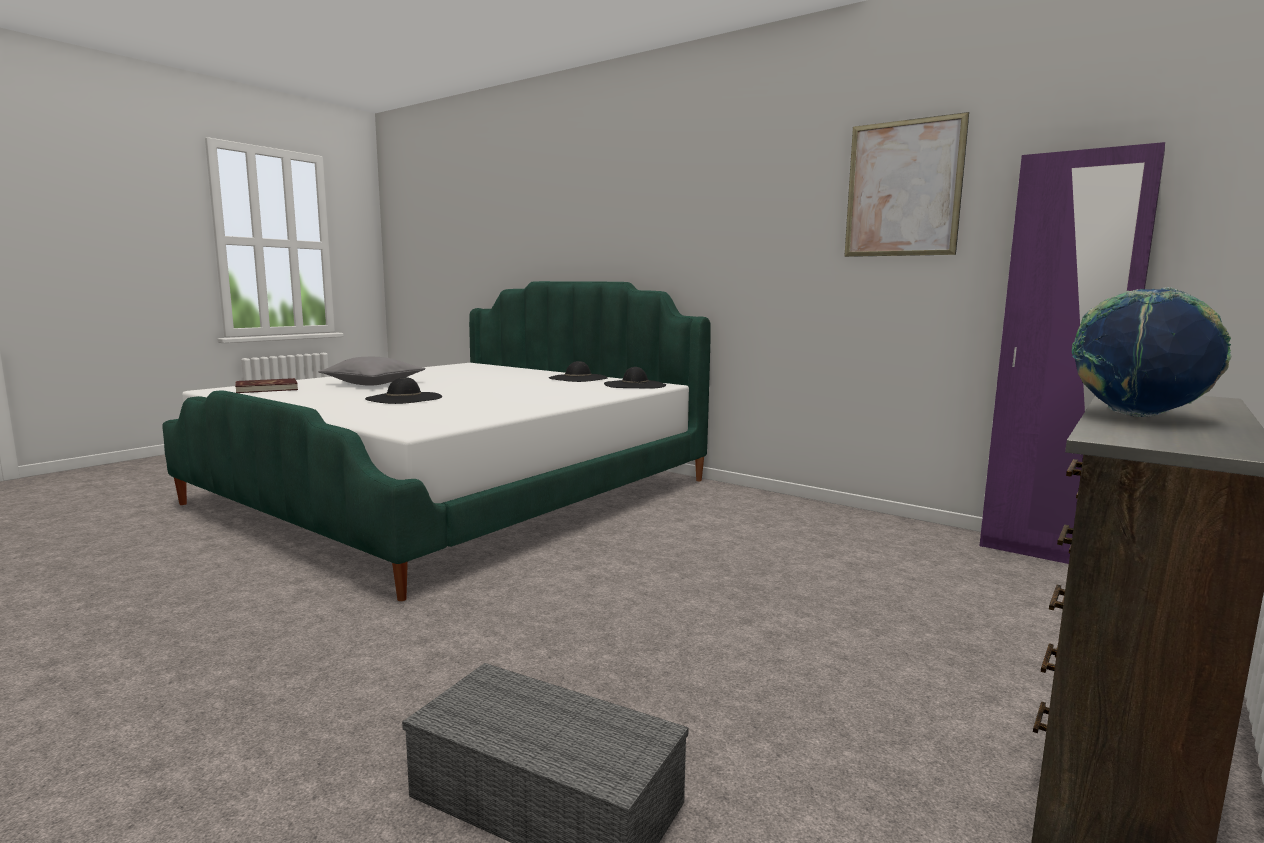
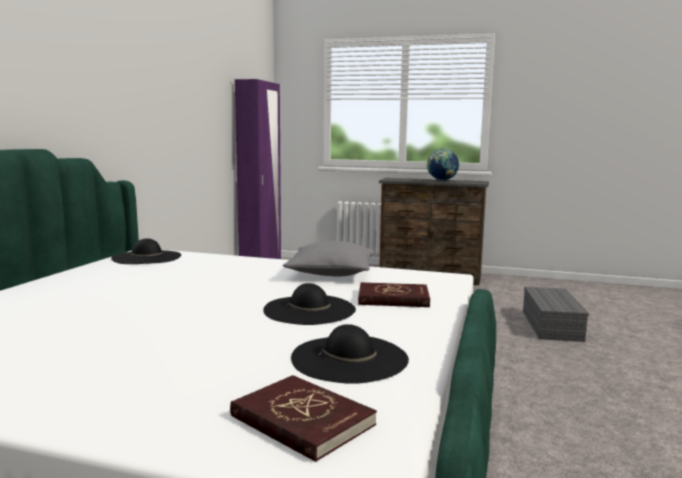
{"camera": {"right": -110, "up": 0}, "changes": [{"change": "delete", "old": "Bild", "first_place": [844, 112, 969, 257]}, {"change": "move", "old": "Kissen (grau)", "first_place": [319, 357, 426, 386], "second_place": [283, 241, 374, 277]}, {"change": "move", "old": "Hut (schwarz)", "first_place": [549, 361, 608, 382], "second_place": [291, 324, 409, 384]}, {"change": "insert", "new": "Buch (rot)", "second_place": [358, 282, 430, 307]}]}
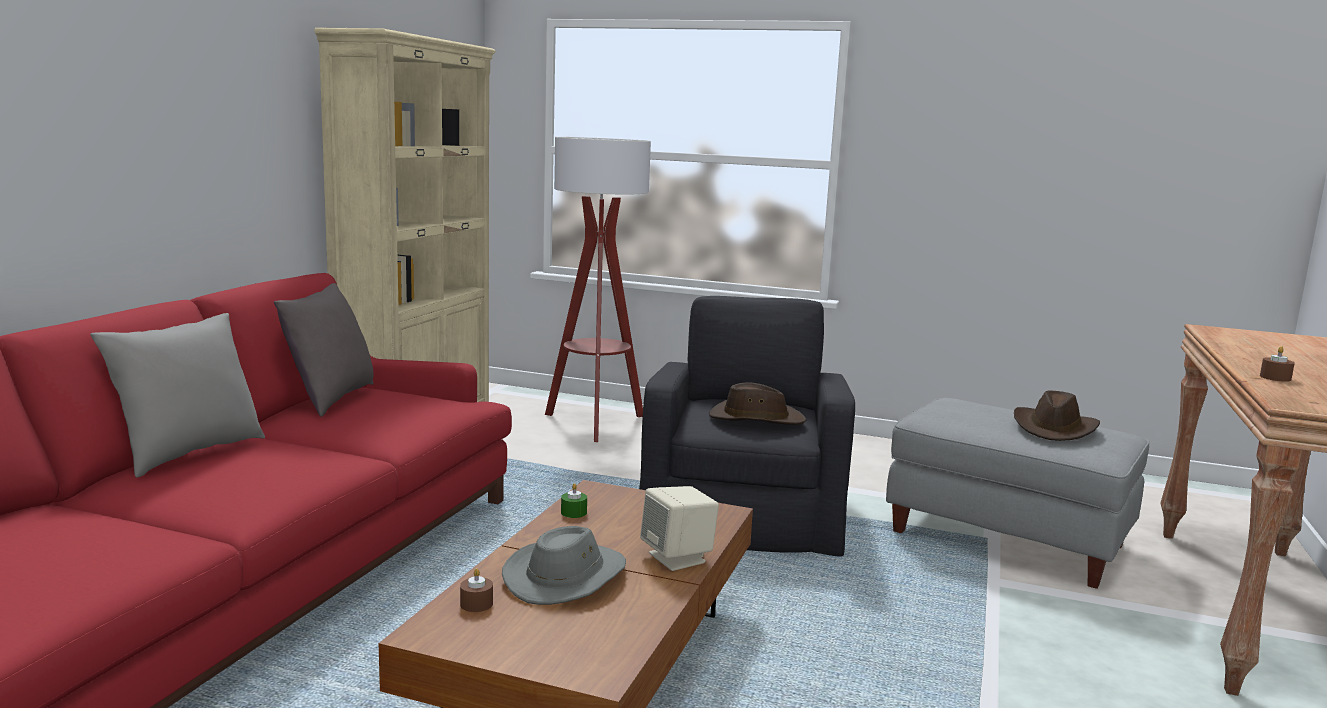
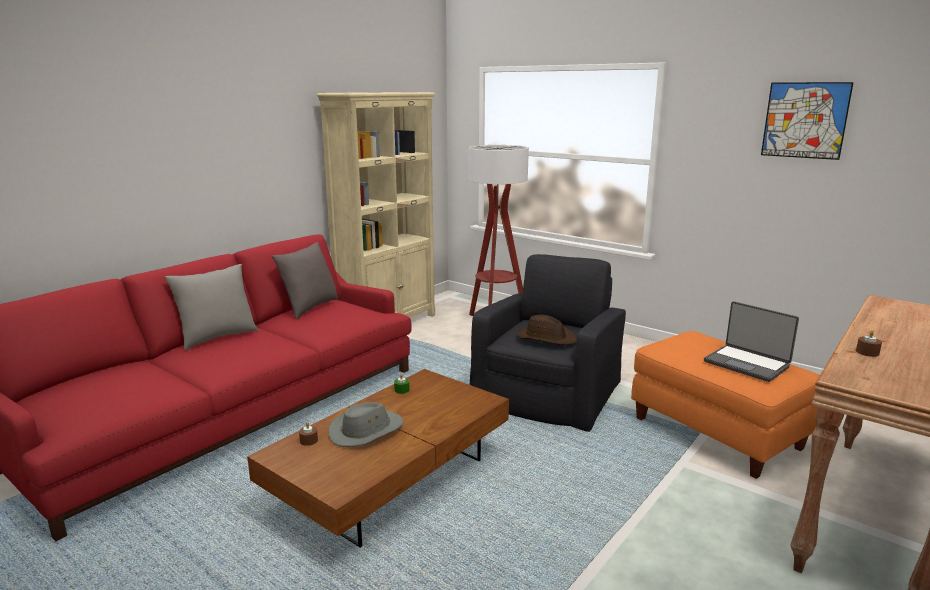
{"camera": {"right": 20, "up": 5}, "changes": [{"change": "replace", "old": "Hut (braun)", "new": "Laptop", "first_place": [1014, 391, 1100, 441], "second_place": [704, 301, 799, 382]}, {"change": "recolor", "old": "Polsterhocker (grau)", "new": "Polsterhocker (orange)", "first_place": [886, 398, 1149, 589], "second_place": [631, 331, 820, 479]}, {"change": "delete", "old": "Lautsprecher (beige)", "first_place": [640, 486, 719, 571]}, {"change": "insert", "new": "Bild", "second_place": [761, 82, 854, 160]}]}
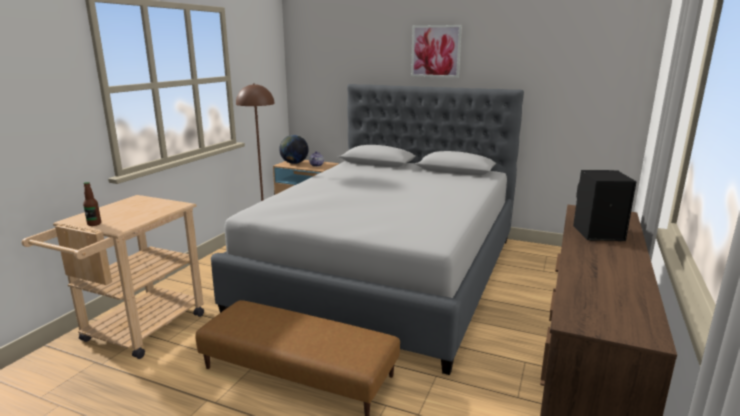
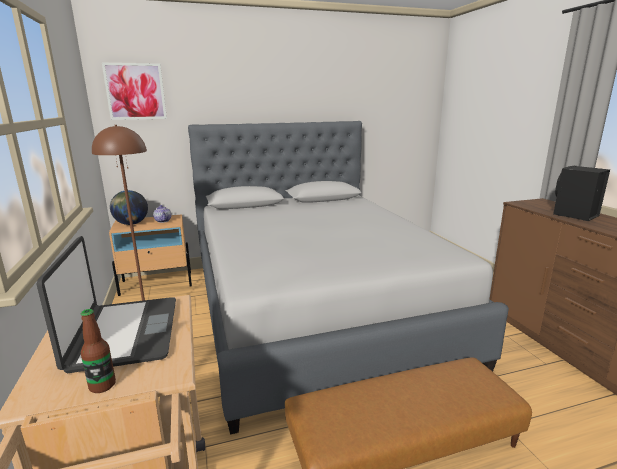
{"camera": {"right": -40, "up": 0}, "changes": [{"change": "move", "old": "Bild", "first_place": [411, 25, 462, 78], "second_place": [102, 63, 167, 120]}, {"change": "insert", "new": "Laptop", "second_place": [36, 236, 176, 373]}]}
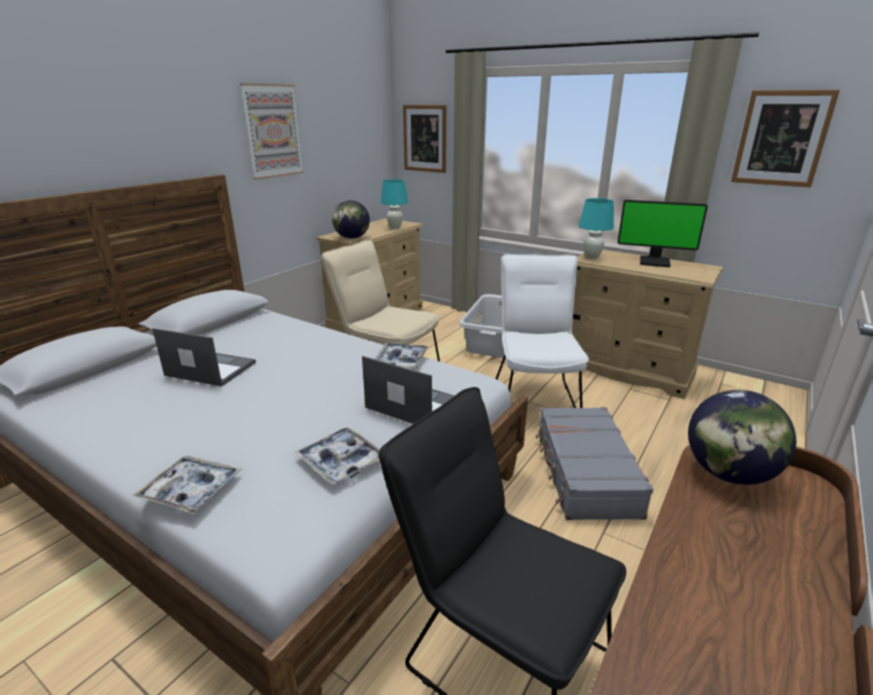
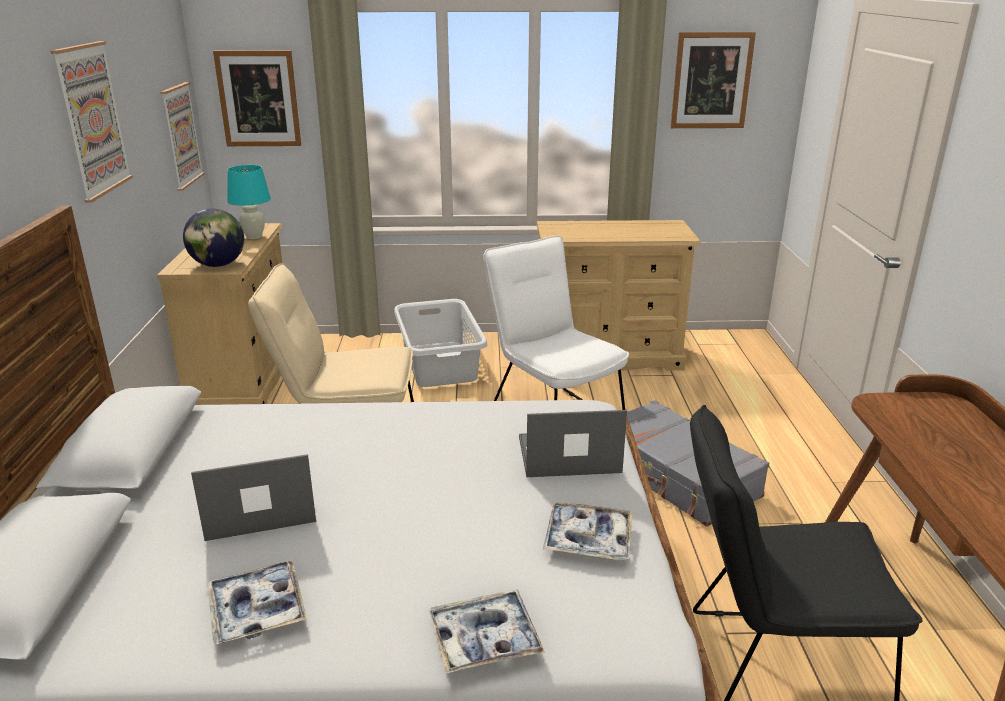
{"camera": {"right": -35, "up": 0}, "changes": [{"change": "delete", "old": "Tischlampe (türkis)", "first_place": [579, 198, 614, 259]}, {"change": "delete", "old": "Monitor", "first_place": [617, 200, 708, 267]}, {"change": "move", "old": "Tablett", "first_place": [375, 343, 429, 369], "second_place": [207, 561, 307, 645]}, {"change": "delete", "old": "Globus", "first_place": [688, 390, 796, 485]}, {"change": "insert", "new": "Bild", "second_place": [160, 82, 205, 191]}]}
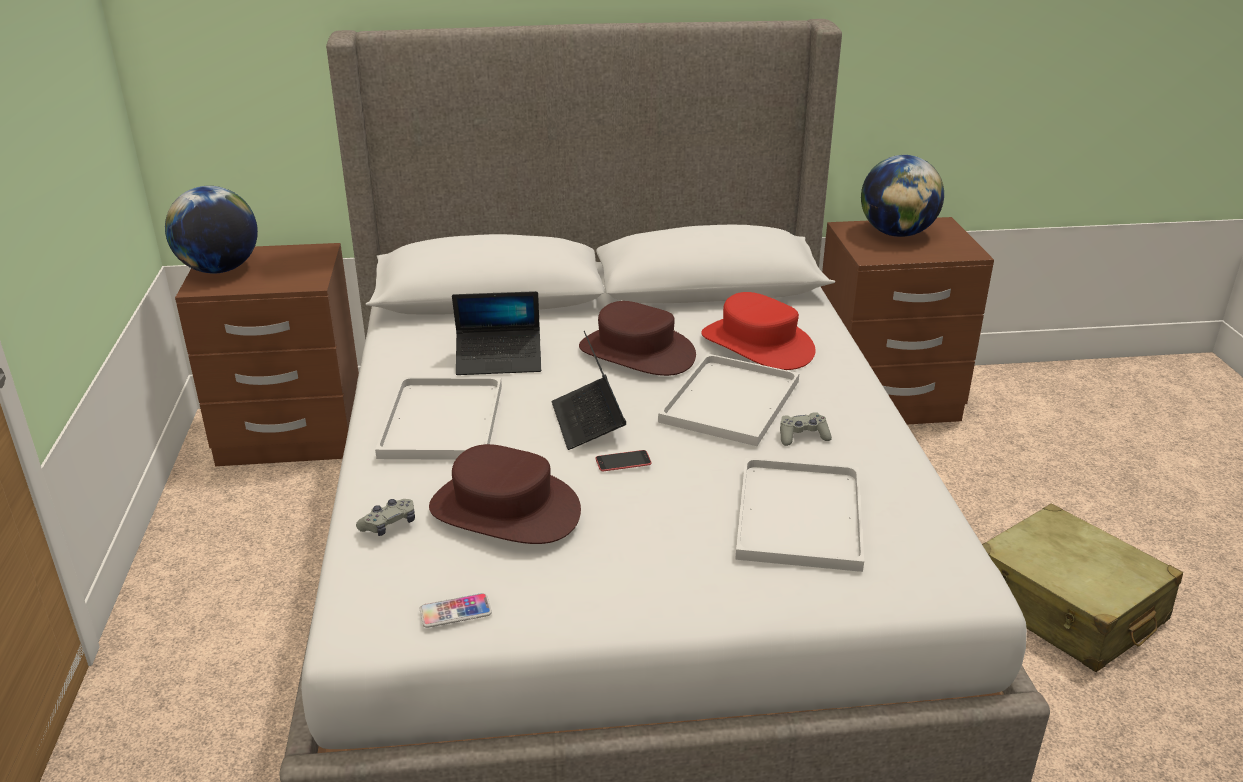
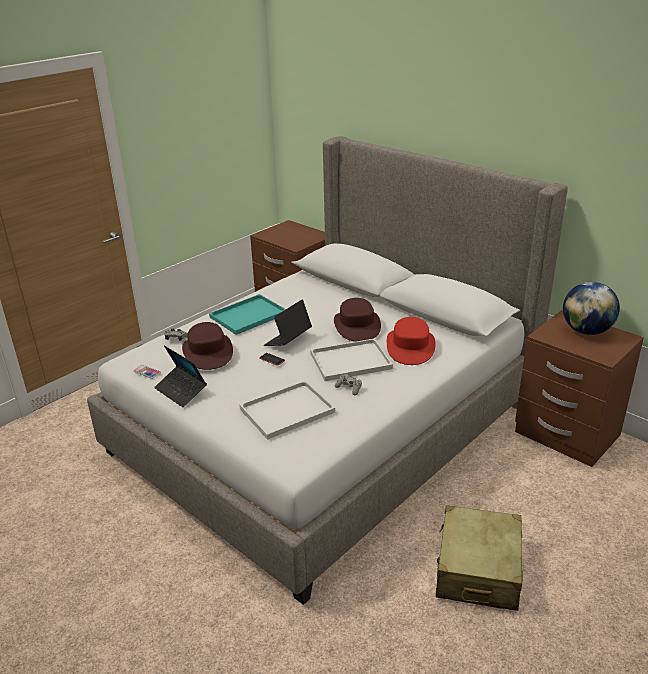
{"camera": {"right": 50, "up": 0}, "changes": [{"change": "delete", "old": "Globus", "first_place": [165, 186, 258, 273]}, {"change": "move", "old": "Laptop", "first_place": [452, 291, 541, 375], "second_place": [154, 345, 207, 407]}, {"change": "recolor", "old": "Tablett (weiß)", "new": "Tablett (türkis)", "first_place": [375, 377, 502, 460], "second_place": [209, 294, 286, 335]}]}
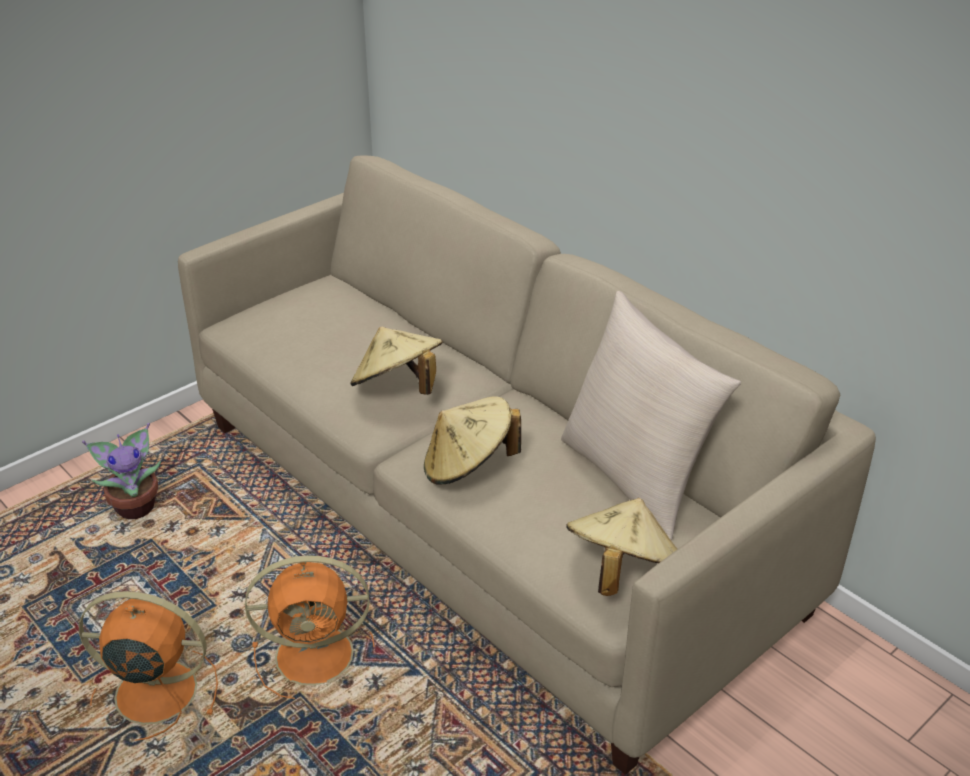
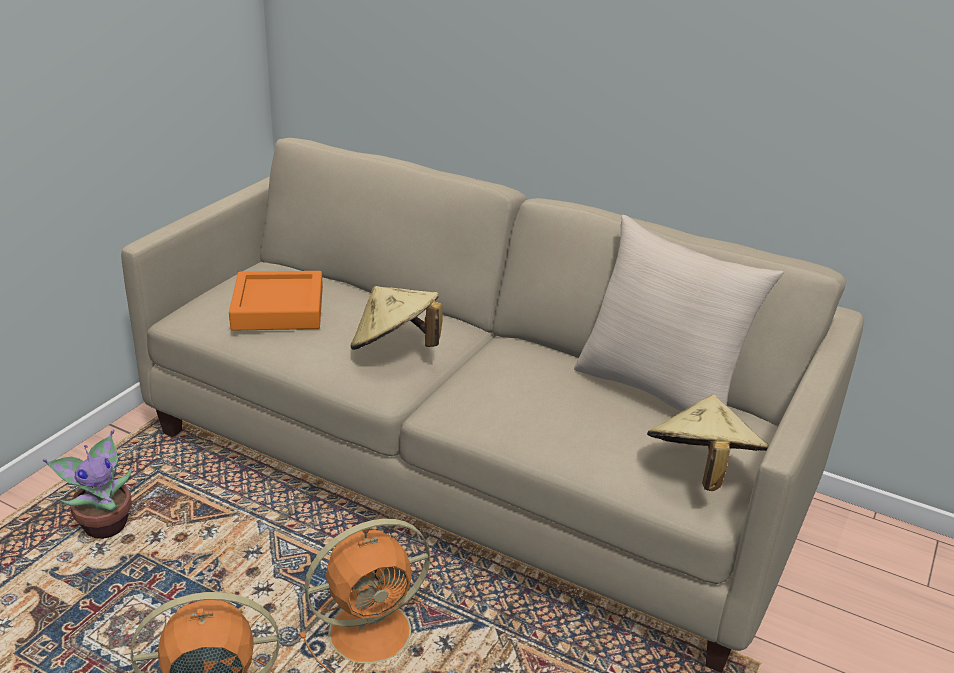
{"camera": {"right": -20, "up": -5}, "changes": [{"change": "delete", "old": "Hut (beige)", "first_place": [424, 397, 521, 485]}, {"change": "insert", "new": "Tablett (orange)", "second_place": [229, 271, 323, 331]}]}
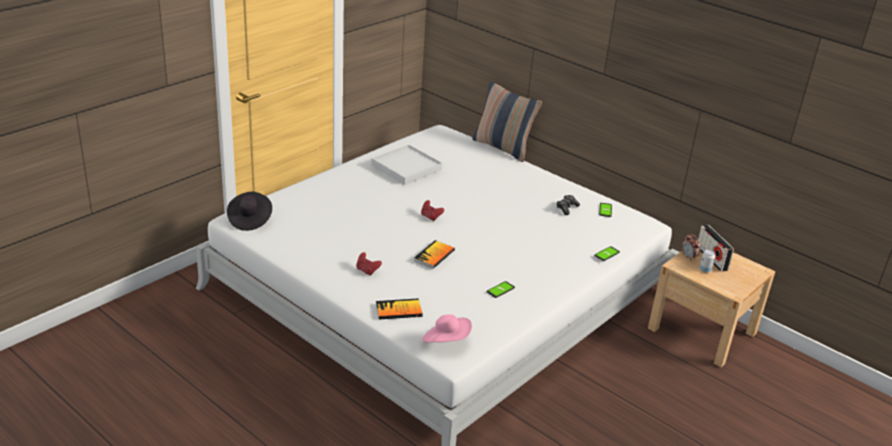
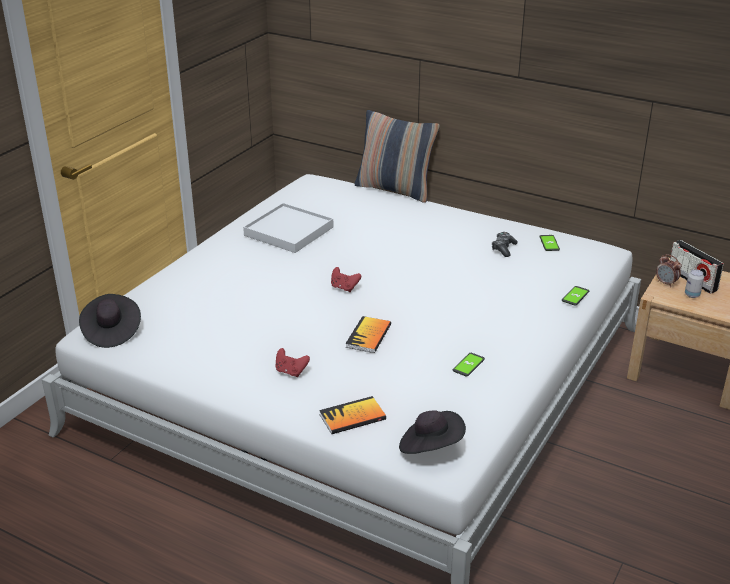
{"camera": {"right": -10, "up": 0}, "changes": [{"change": "recolor", "old": "Hut (rosa)", "new": "Hut (schwarz)", "first_place": [422, 315, 472, 343], "second_place": [399, 410, 466, 454]}]}
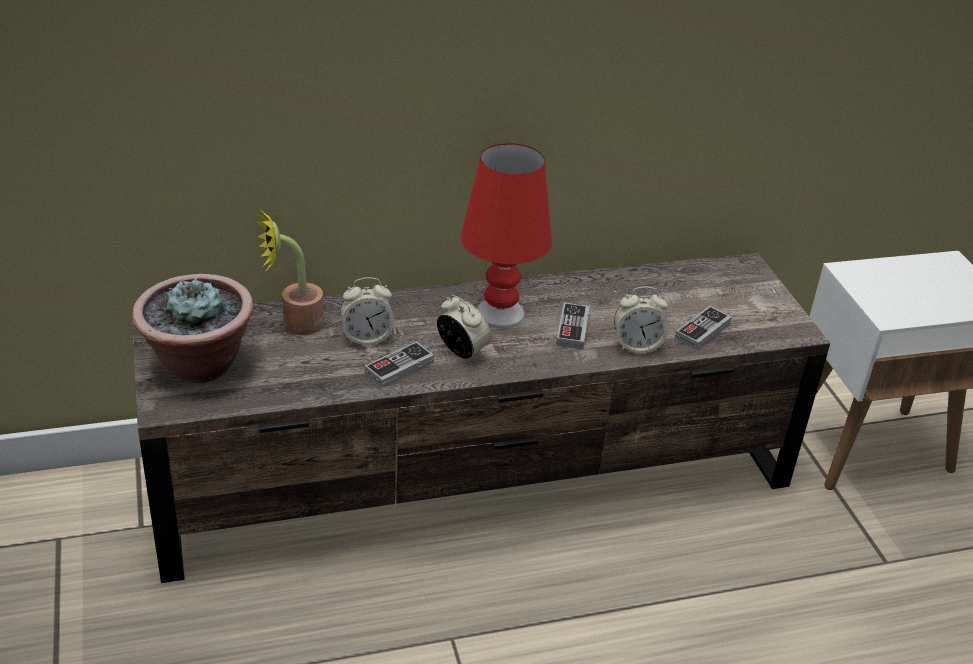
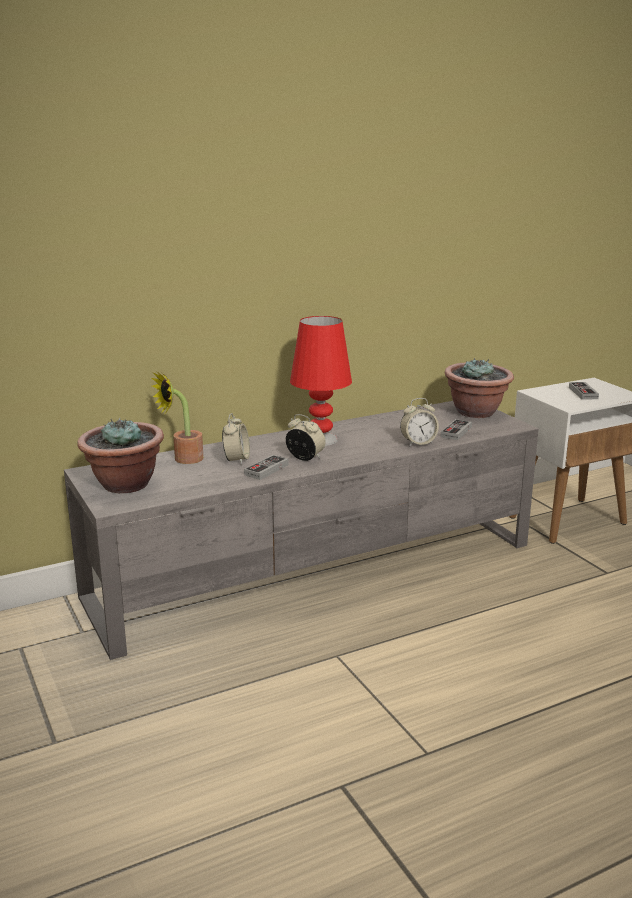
{"camera": {"right": -10, "up": -15}, "changes": [{"change": "recolor", "old": "Fernsehschrank (braun)", "new": "Fernsehschrank (grau)", "first_place": [132, 253, 830, 583], "second_place": [64, 401, 538, 660]}, {"change": "rotate", "old": "Wecker", "first_place": [340, 277, 395, 345], "second_place": [222, 413, 250, 465], "degrees": -60}, {"change": "move", "old": "Gamepad", "first_place": [556, 303, 590, 349], "second_place": [569, 382, 599, 400]}, {"change": "insert", "new": "Topfpflanze", "second_place": [445, 358, 514, 418]}]}
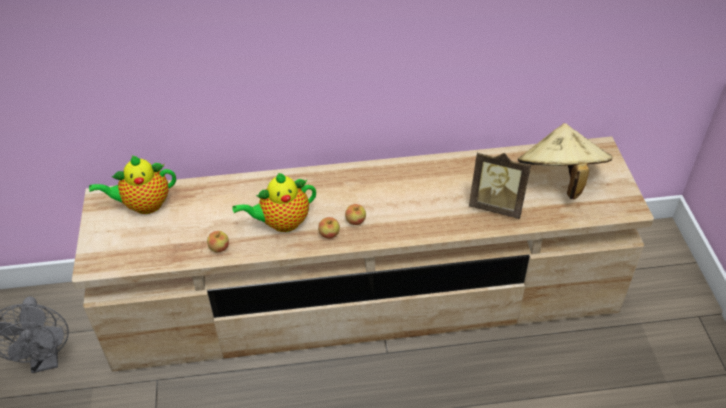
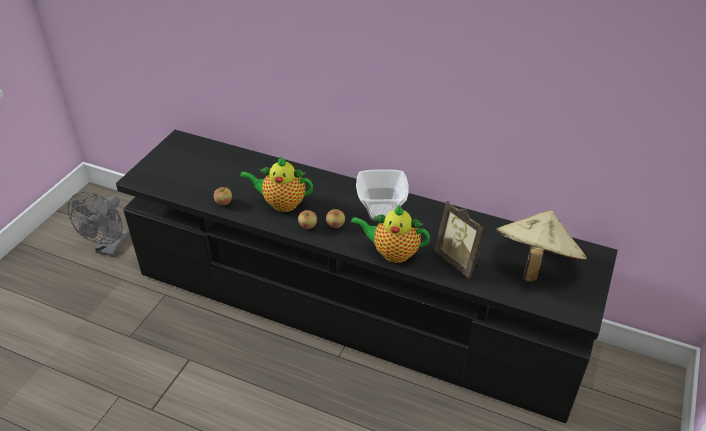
{"camera": {"right": 30, "up": -5}, "changes": [{"change": "recolor", "old": "Fernsehschrank (beige)", "new": "Fernsehschrank (schwarz)", "first_place": [72, 136, 654, 371], "second_place": [116, 130, 618, 423]}, {"change": "move", "old": "Teekanne", "first_place": [89, 155, 176, 214], "second_place": [351, 205, 430, 263]}, {"change": "insert", "new": "Schüssel", "second_place": [356, 169, 409, 221]}]}
